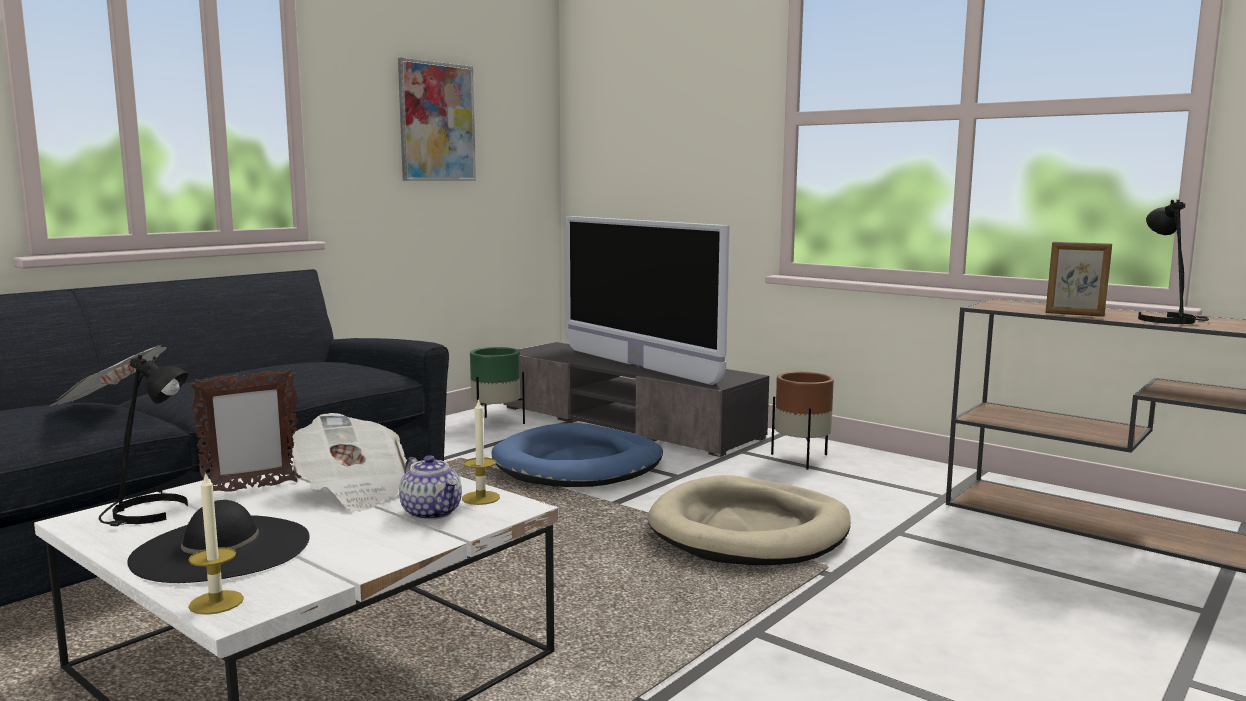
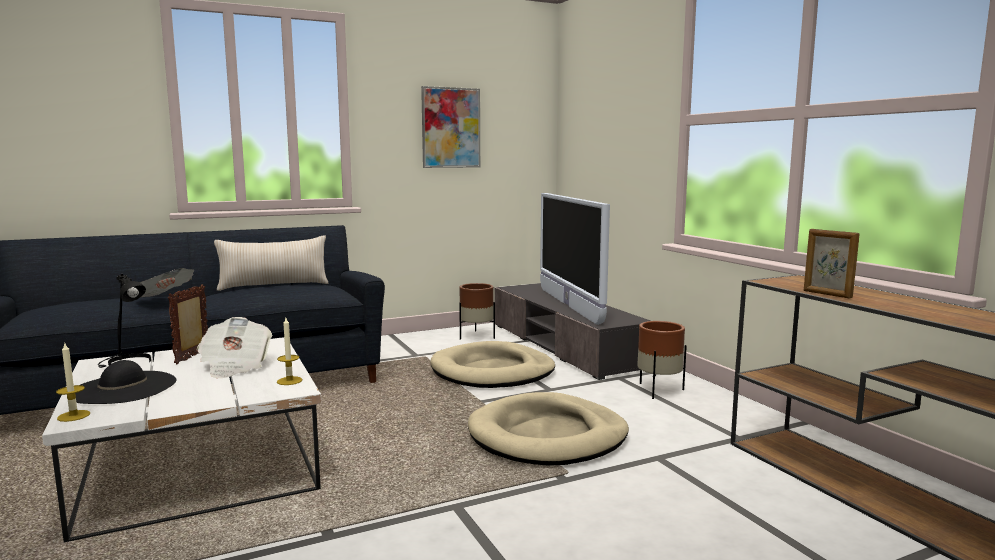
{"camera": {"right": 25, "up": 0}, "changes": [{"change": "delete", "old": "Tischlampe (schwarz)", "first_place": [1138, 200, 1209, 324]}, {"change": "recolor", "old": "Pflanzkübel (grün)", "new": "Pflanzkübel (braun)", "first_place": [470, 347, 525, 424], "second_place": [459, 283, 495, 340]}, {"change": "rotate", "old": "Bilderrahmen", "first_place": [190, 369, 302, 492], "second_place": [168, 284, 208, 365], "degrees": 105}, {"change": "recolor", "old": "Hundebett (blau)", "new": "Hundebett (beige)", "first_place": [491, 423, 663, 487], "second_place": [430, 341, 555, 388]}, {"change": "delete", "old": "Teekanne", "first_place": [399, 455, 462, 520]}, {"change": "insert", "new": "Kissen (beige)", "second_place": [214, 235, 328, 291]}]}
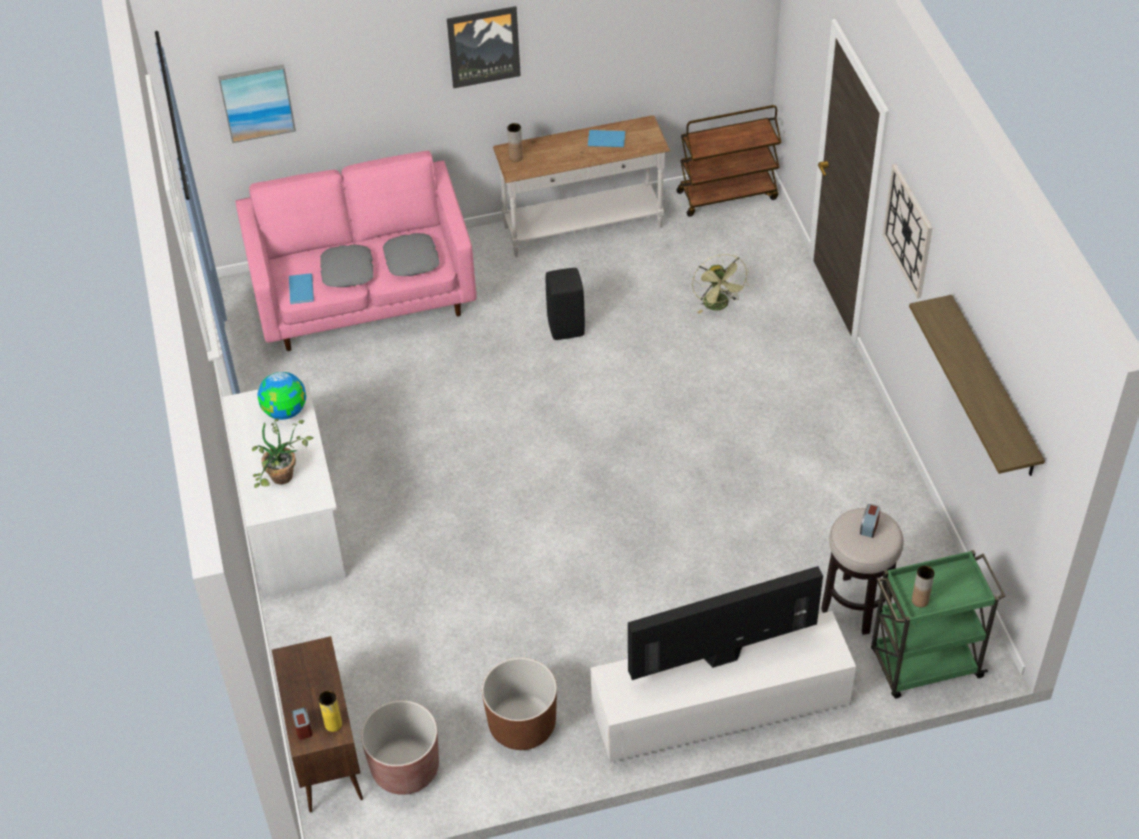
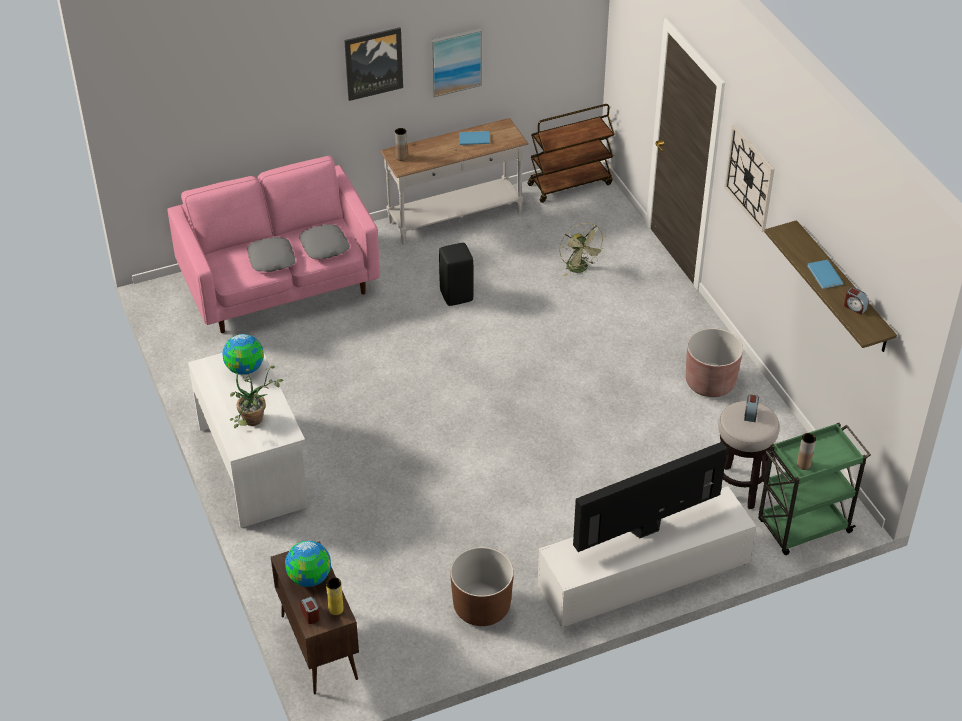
{"camera": {"right": -10, "up": -5}, "changes": [{"change": "move", "old": "Bild", "first_place": [218, 65, 296, 143], "second_place": [431, 29, 482, 97]}, {"change": "move", "old": "Buch (blau)", "first_place": [289, 273, 314, 304], "second_place": [807, 260, 844, 289]}, {"change": "move", "old": "Pflanzkübel (braun)", "first_place": [361, 700, 439, 795], "second_place": [686, 328, 743, 397]}, {"change": "insert", "new": "Wecker", "second_place": [844, 287, 869, 315]}, {"change": "insert", "new": "Globus", "second_place": [285, 541, 331, 587]}]}
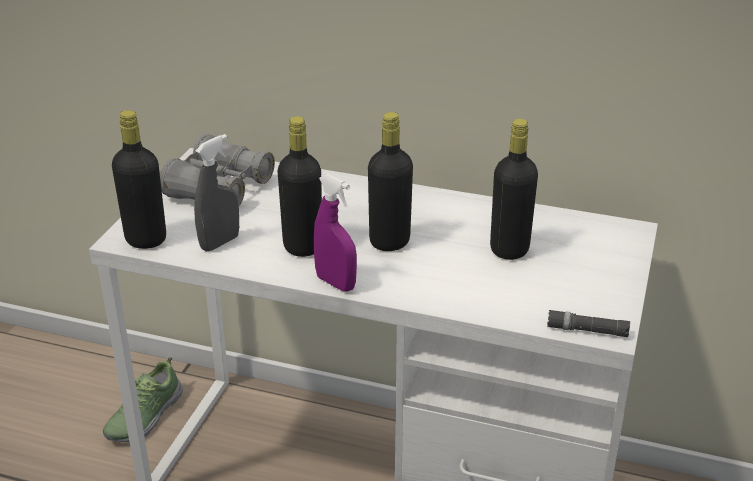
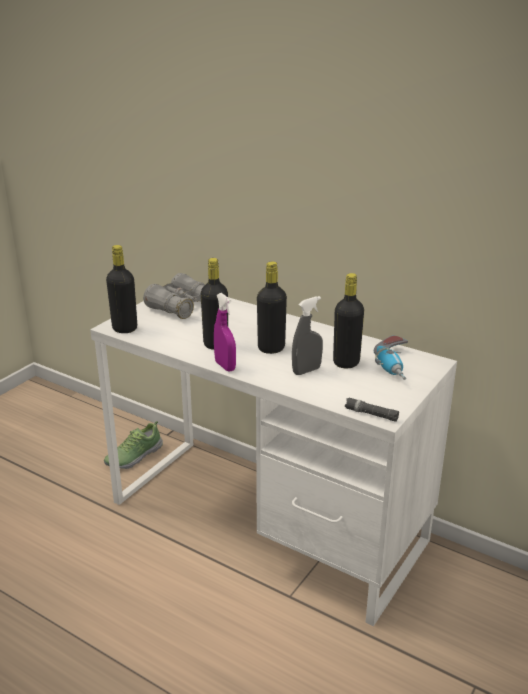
{"camera": {"right": 15, "up": -5}, "changes": [{"change": "move", "old": "Sprühflasche (grau)", "first_place": [194, 134, 239, 251], "second_place": [292, 296, 323, 375]}, {"change": "insert", "new": "Bohrmaschine", "second_place": [374, 335, 408, 380]}]}
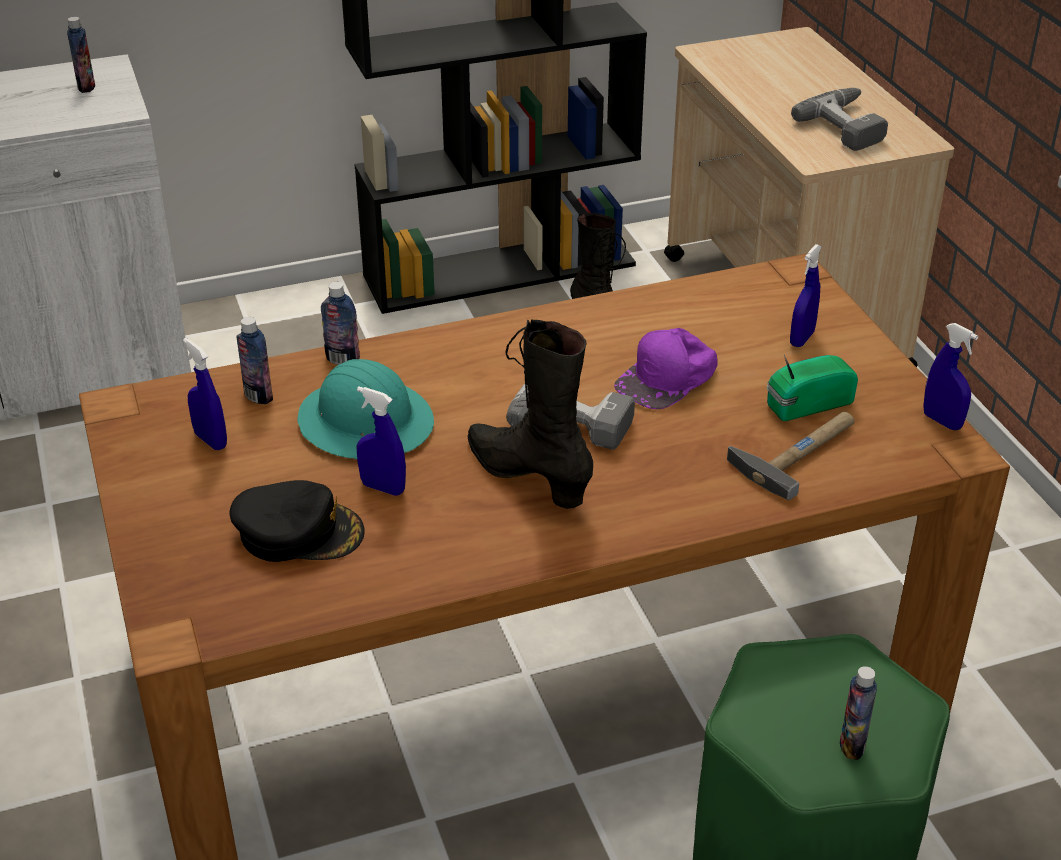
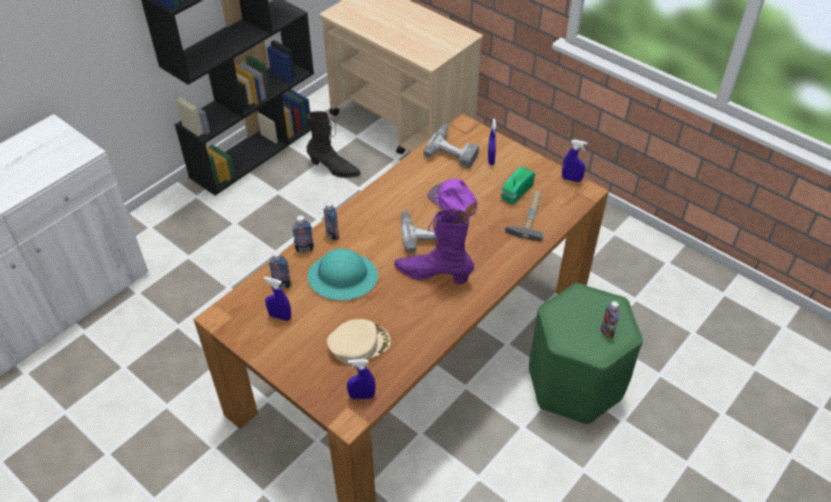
{"camera": {"right": -30, "up": 10}, "changes": [{"change": "move", "old": "Flasche", "first_place": [67, 17, 95, 93], "second_place": [323, 201, 339, 240]}, {"change": "move", "old": "Bohrmaschine", "first_place": [791, 88, 888, 151], "second_place": [423, 124, 479, 168]}, {"change": "recolor", "old": "Stiefel (schwarz)", "new": "Stiefel (lila)", "first_place": [468, 320, 593, 509], "second_place": [394, 209, 474, 284]}, {"change": "rotate", "old": "Kappe (lila)", "first_place": [614, 328, 718, 409], "second_place": [427, 179, 477, 216], "degrees": 120}, {"change": "move", "old": "Sprühflasche (blau)", "first_place": [357, 387, 406, 496], "second_place": [347, 359, 376, 400]}, {"change": "recolor", "old": "Kappe (schwarz)", "new": "Kappe (beige)", "first_place": [229, 480, 364, 562], "second_place": [327, 319, 391, 365]}]}
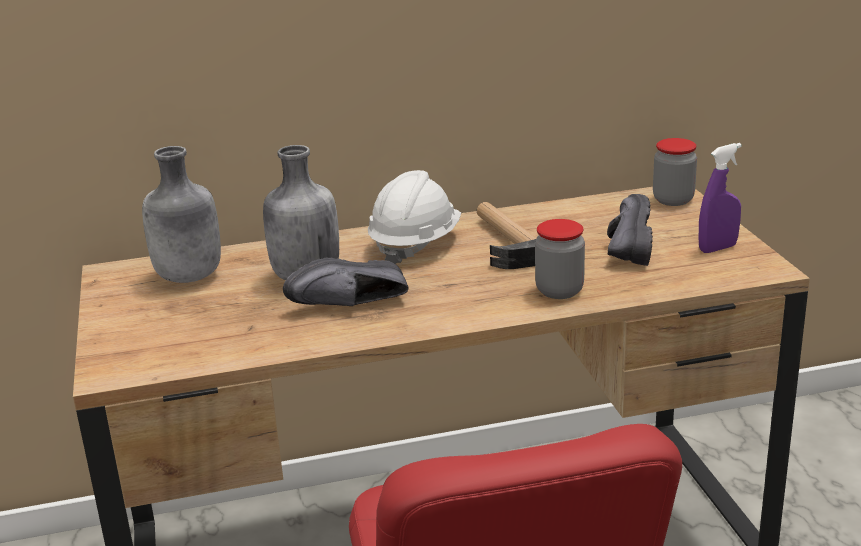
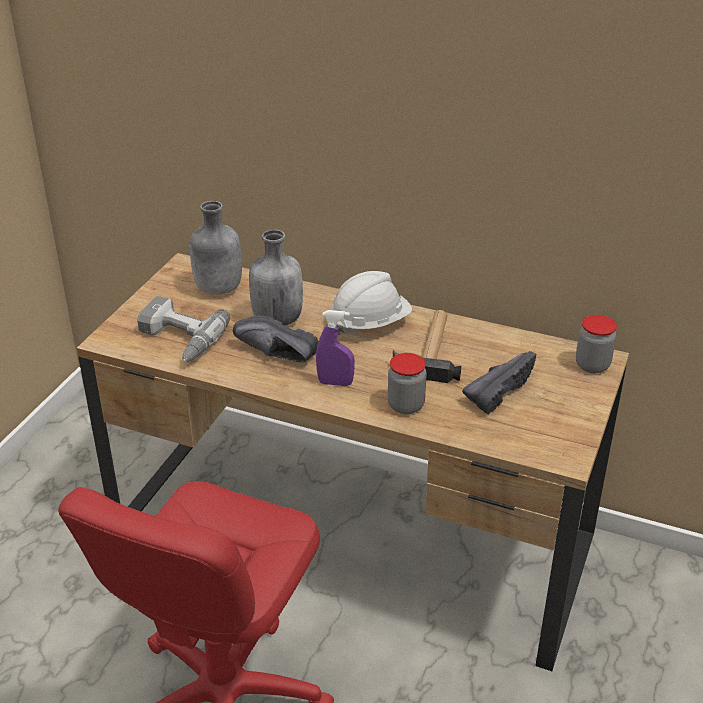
{"camera": {"right": 35, "up": 10}, "changes": [{"change": "move", "old": "Sprühflasche (lila)", "first_place": [699, 143, 742, 253], "second_place": [316, 310, 355, 386]}, {"change": "insert", "new": "Bohrmaschine", "second_place": [137, 296, 230, 362]}]}
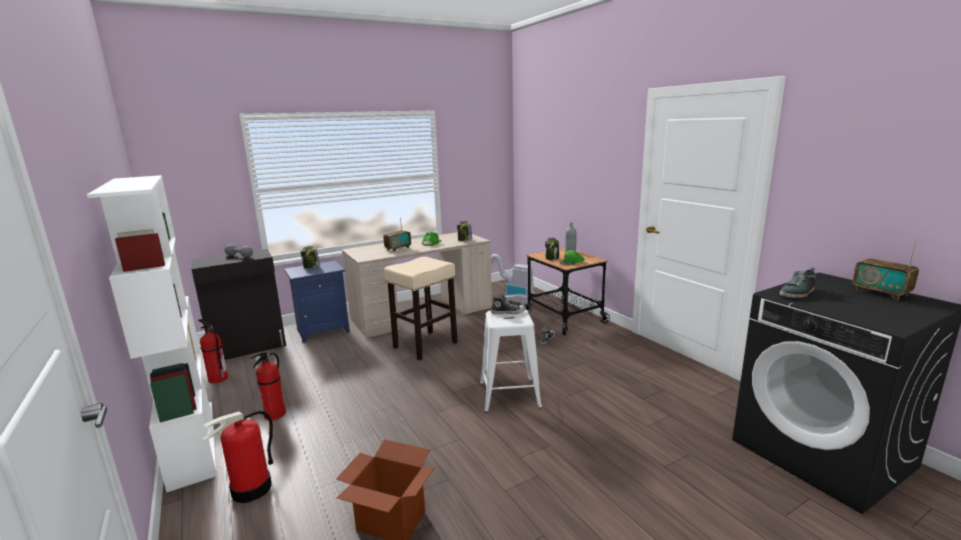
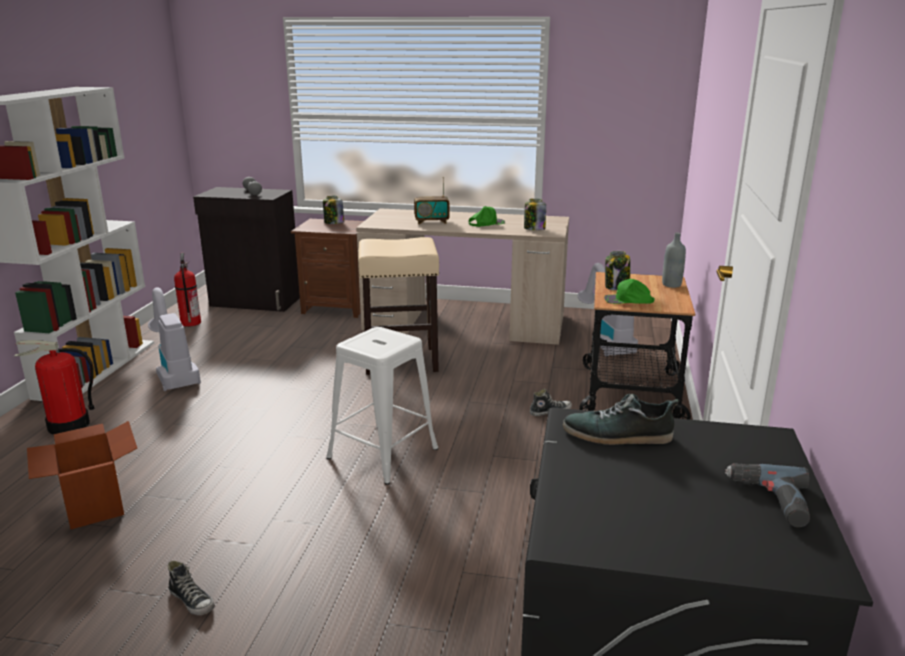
{"camera": {"right": 40, "up": 5}, "changes": [{"change": "replace", "old": "Radio", "new": "Bohrmaschine", "first_place": [853, 241, 919, 300], "second_place": [725, 463, 810, 527]}, {"change": "recolor", "old": "Nachttisch (blau)", "new": "Nachttisch (braun)", "first_place": [284, 261, 350, 343], "second_place": [291, 219, 364, 318]}, {"change": "move", "old": "Schuh", "first_place": [491, 293, 526, 314], "second_place": [168, 561, 214, 615]}, {"change": "replace", "old": "Feuerlöscher", "new": "Staubsauger", "first_place": [251, 352, 286, 420], "second_place": [148, 287, 201, 391]}]}
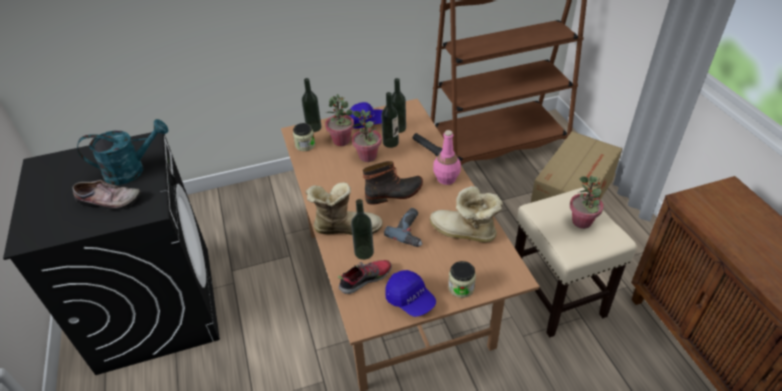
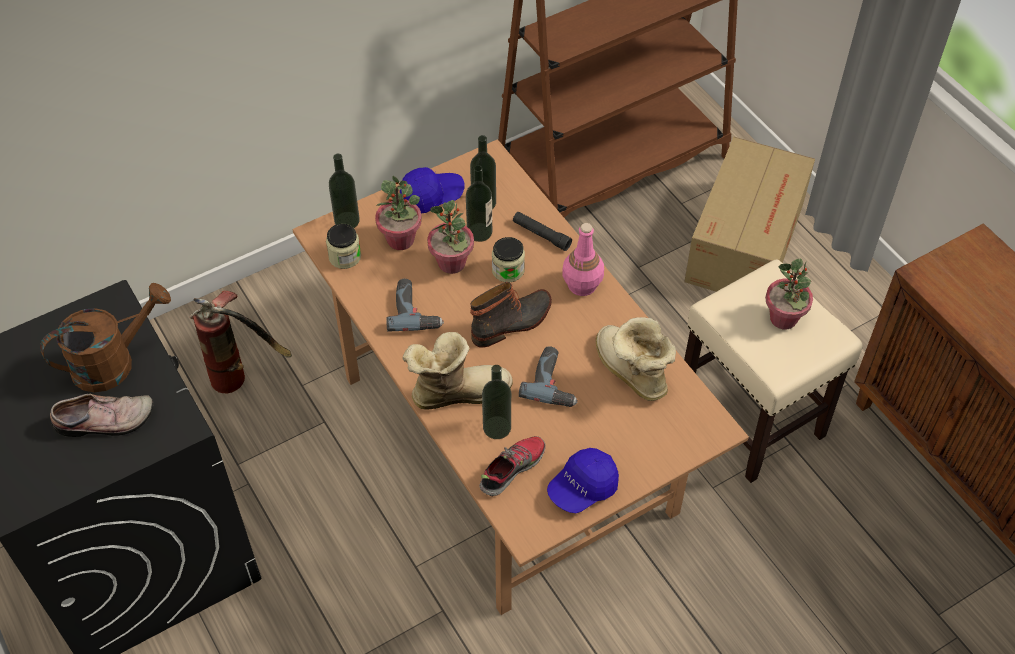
{"camera": {"right": -15, "up": 10}, "changes": [{"change": "recolor", "old": "Gießkanne (türkis)", "new": "Gießkanne (braun)", "first_place": [77, 119, 169, 185], "second_place": [40, 283, 171, 393]}, {"change": "rotate", "old": "Stiefel", "first_place": [430, 186, 503, 242], "second_place": [596, 317, 676, 401], "degrees": 45}, {"change": "move", "old": "Vorratsglas", "first_place": [448, 261, 476, 298], "second_place": [492, 237, 525, 282]}, {"change": "rotate", "old": "Kappe (blau)", "first_place": [385, 270, 436, 317], "second_place": [547, 448, 619, 513], "degrees": 105}, {"change": "insert", "new": "Bohrmaschine", "second_place": [387, 279, 444, 332]}, {"change": "insert", "new": "Feuerlöscher", "second_place": [190, 291, 292, 393]}]}
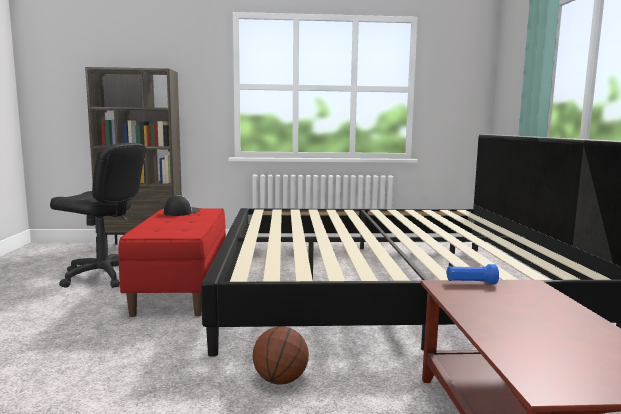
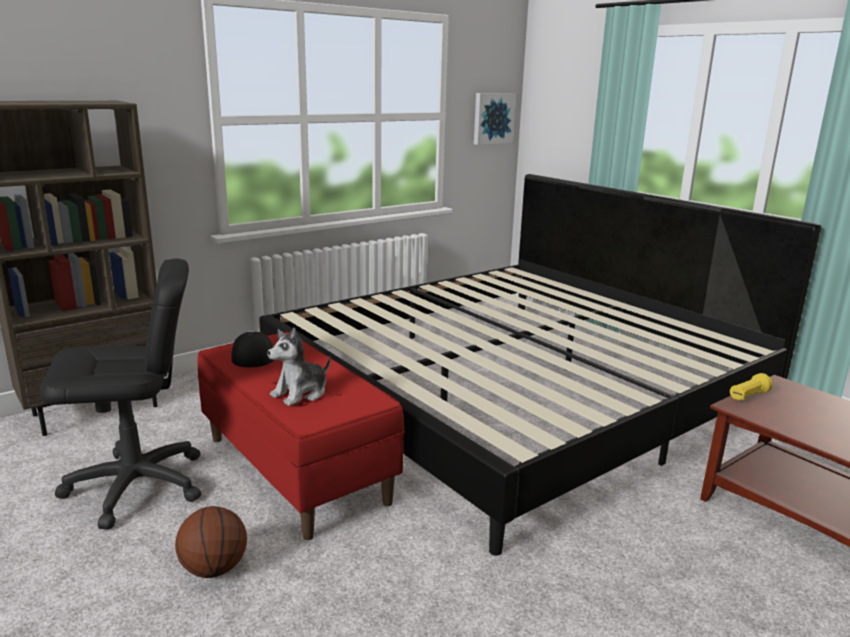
{"camera": {"right": -35, "up": 10}, "changes": [{"change": "recolor", "old": "Taschenlampe (blau)", "new": "Taschenlampe (gelb)", "first_place": [446, 264, 499, 284], "second_place": [730, 373, 772, 400]}, {"change": "move", "old": "Basketball", "first_place": [253, 326, 309, 385], "second_place": [175, 506, 247, 578]}, {"change": "insert", "new": "Bild", "second_place": [474, 93, 516, 145]}, {"change": "insert", "new": "Plüschtier", "second_place": [267, 327, 330, 406]}]}
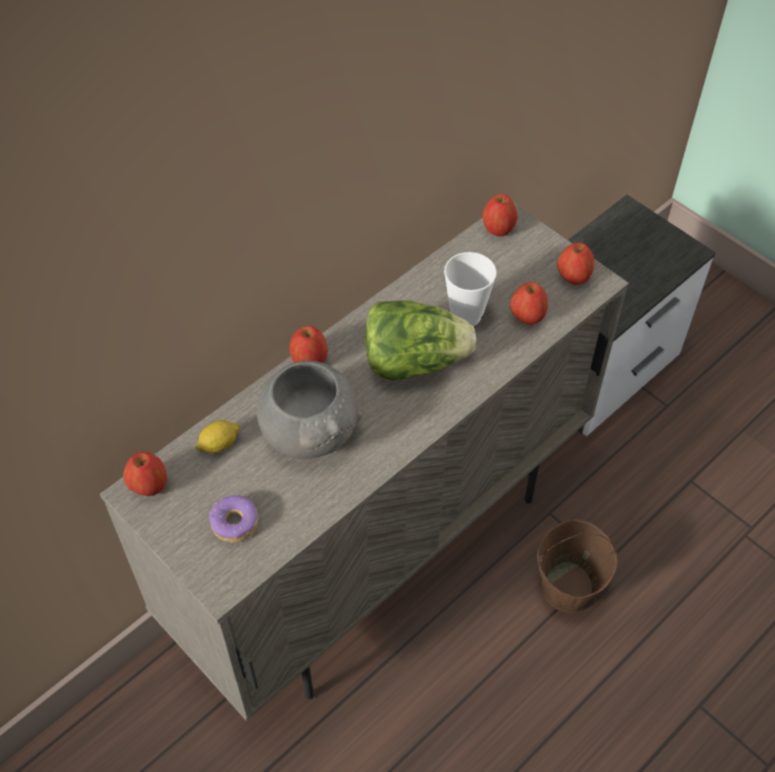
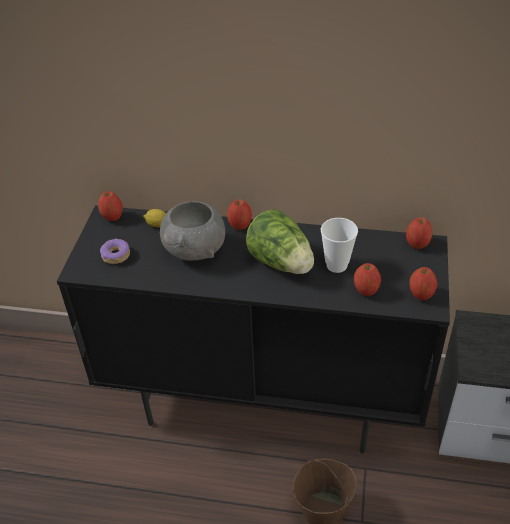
{"camera": {"right": 55, "up": -10}, "changes": [{"change": "recolor", "old": "Schrank (beige)", "new": "Schrank (schwarz)", "first_place": [100, 203, 629, 721], "second_place": [57, 205, 450, 454]}]}
